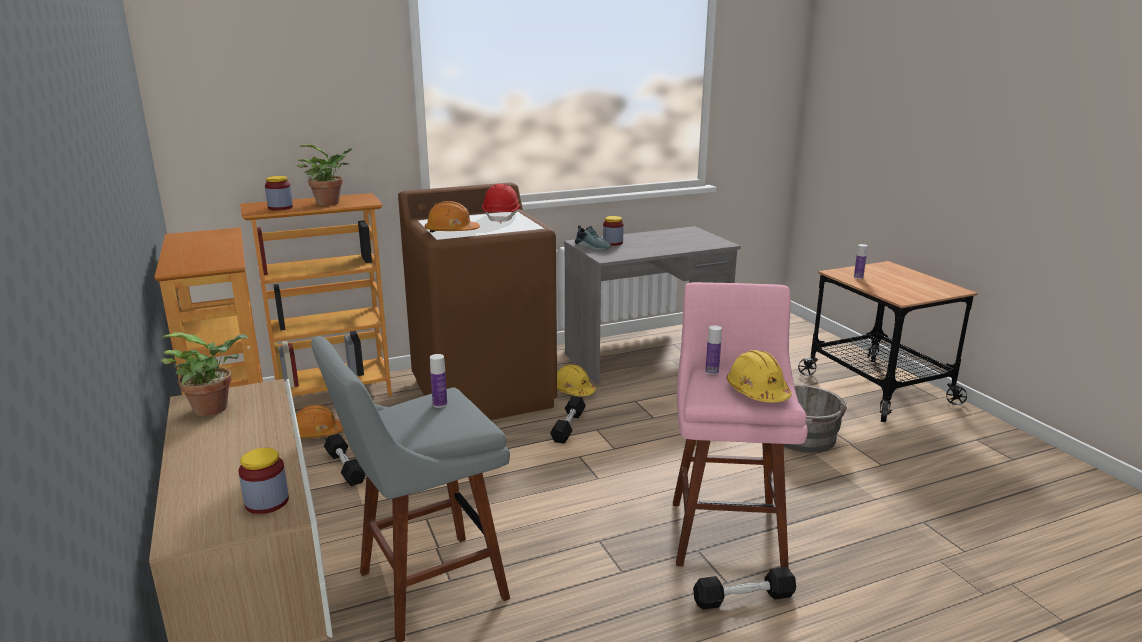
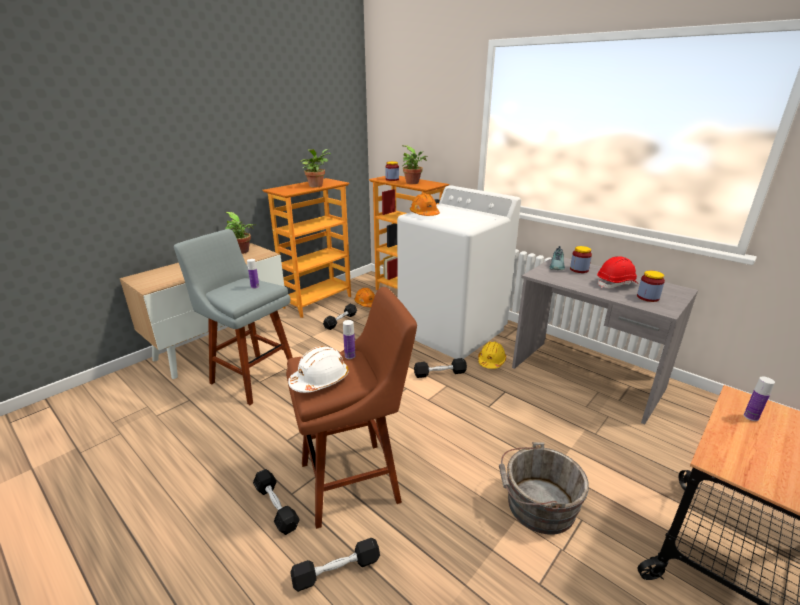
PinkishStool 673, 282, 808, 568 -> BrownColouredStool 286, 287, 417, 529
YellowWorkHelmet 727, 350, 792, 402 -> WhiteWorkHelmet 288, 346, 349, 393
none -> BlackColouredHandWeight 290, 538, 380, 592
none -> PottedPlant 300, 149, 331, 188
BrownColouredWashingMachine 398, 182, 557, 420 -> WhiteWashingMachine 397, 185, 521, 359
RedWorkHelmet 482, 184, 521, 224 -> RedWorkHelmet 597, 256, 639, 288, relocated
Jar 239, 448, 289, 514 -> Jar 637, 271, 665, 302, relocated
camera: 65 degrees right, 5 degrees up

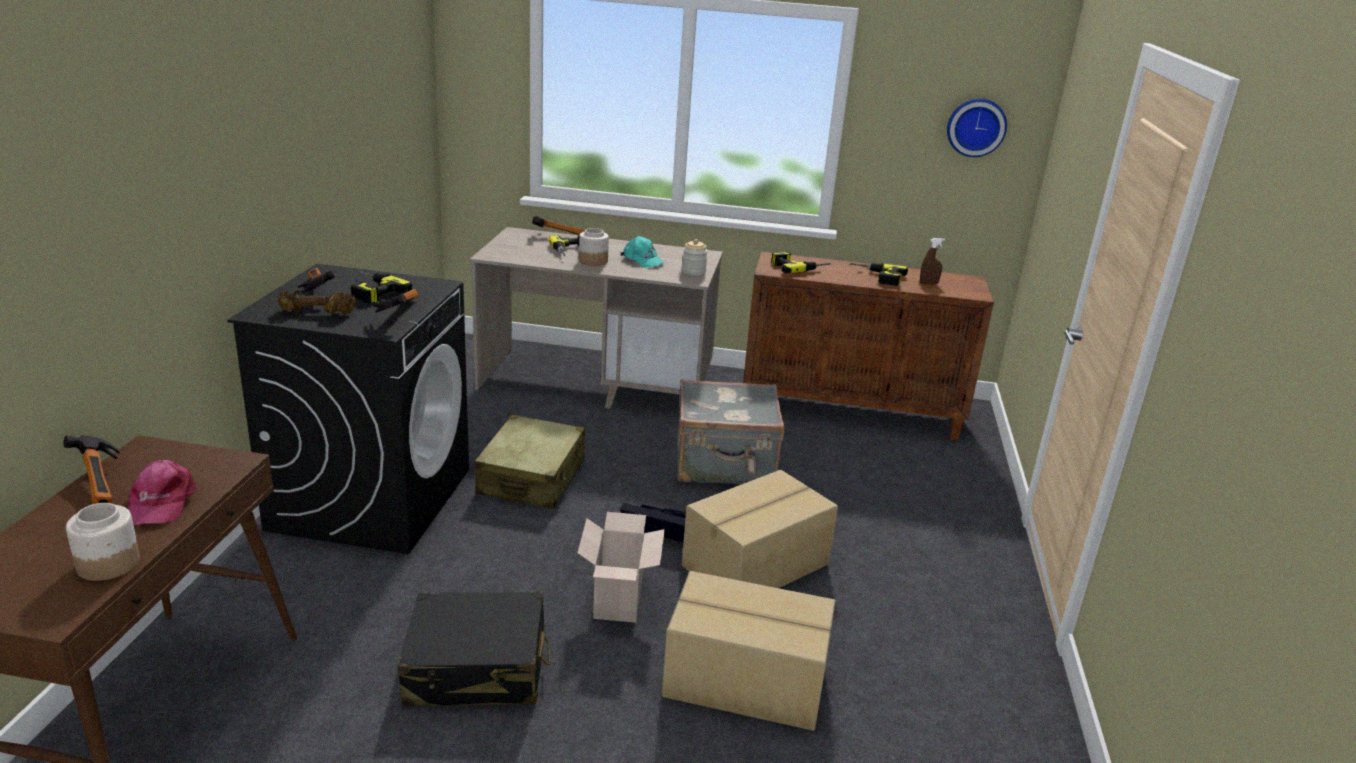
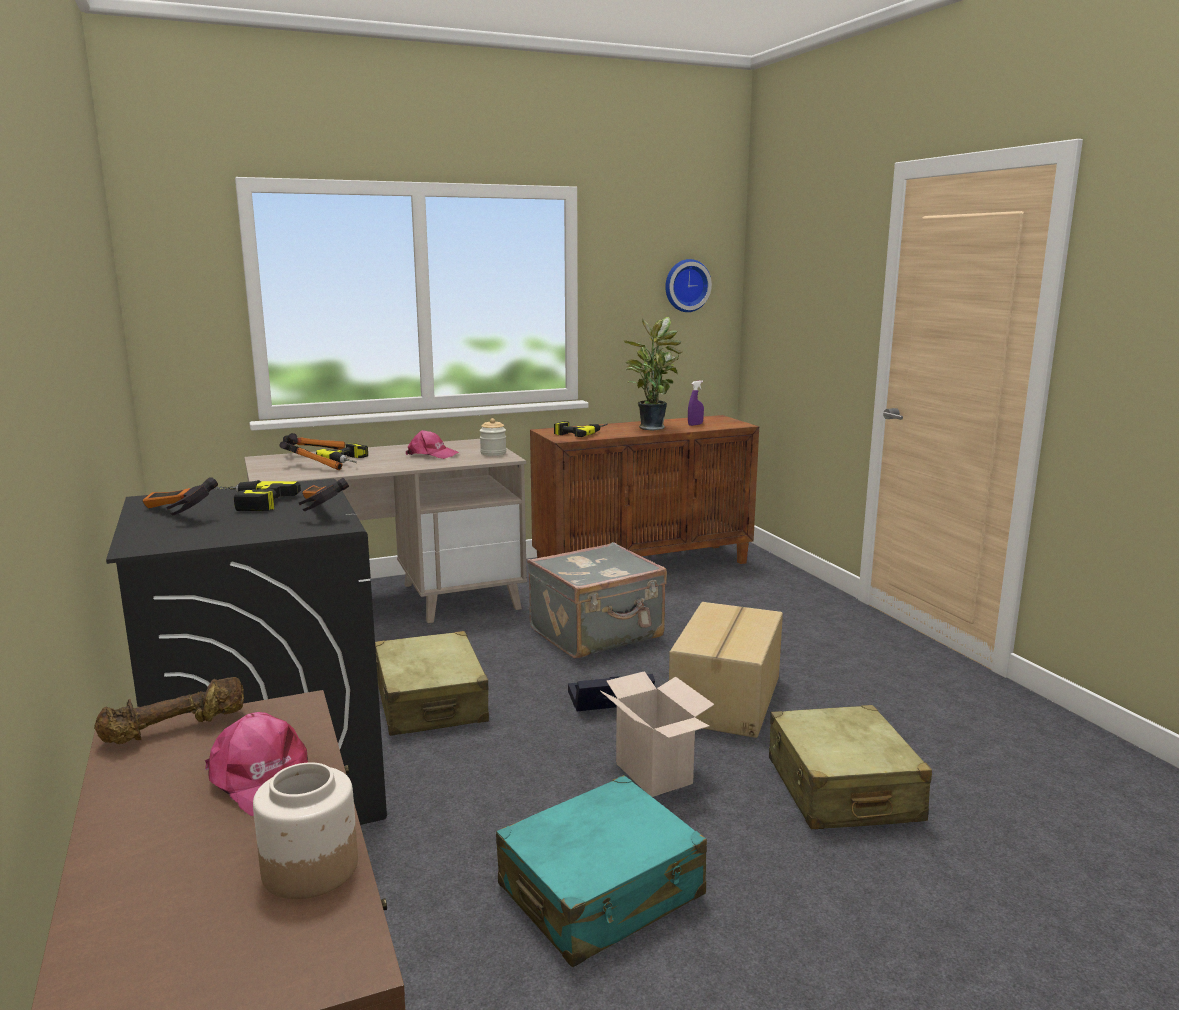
BrownColouredHandWeight 278, 290, 356, 314 -> BrownColouredHandWeight 94, 677, 244, 744, relocated
ToolHammer 63, 435, 120, 504 -> ToolHammer 279, 441, 343, 470, relocated
TurquoiseColouredCap 621, 236, 665, 268 -> PinkishCap 406, 430, 459, 459
BlackColouredSuitcase 398, 591, 550, 706 -> TurquoiseColouredSuitcase 496, 775, 707, 967
PowerDrill 850, 263, 908, 286 -> PottedPlant 624, 317, 682, 431
BrownColouredSprayBottle 920, 238, 945, 284 -> PurplishSprayBottle 688, 381, 704, 426
PackingBox 662, 571, 836, 731 -> BeigeColouredSuitcase 769, 705, 932, 829
Jar 579, 228, 609, 266 -> none
camera: 30 degrees left, 10 degrees down

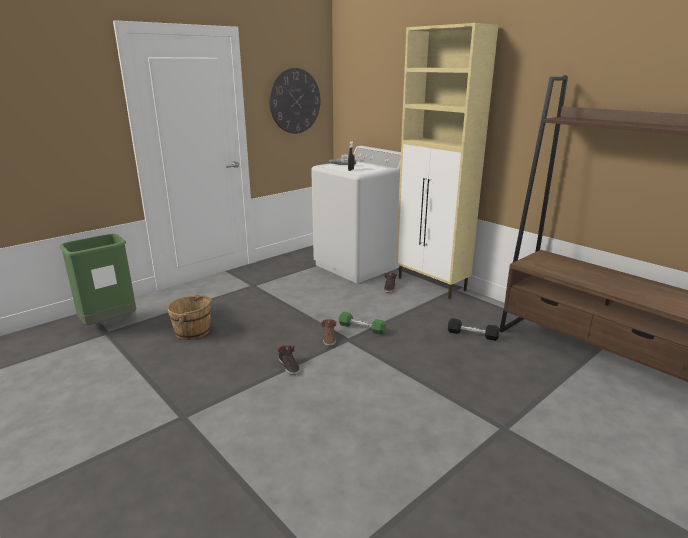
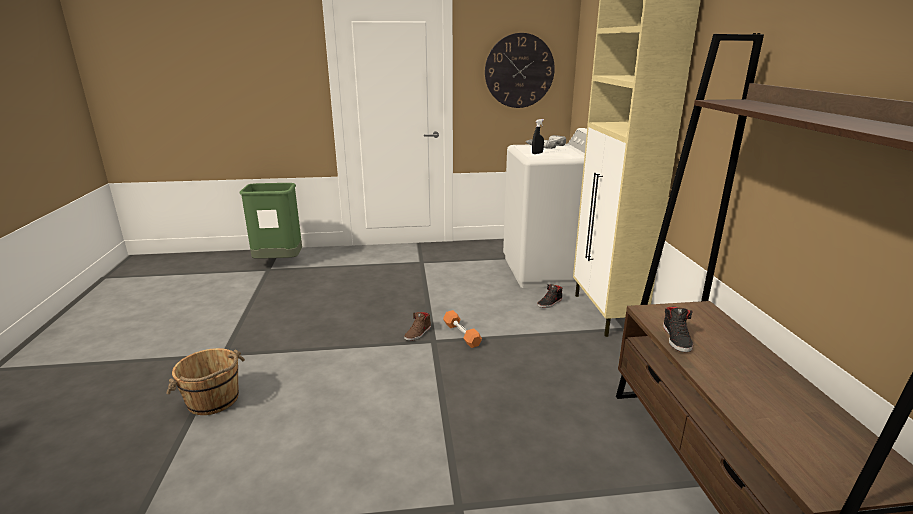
BrownColouredWaterBucket 167, 295, 213, 340 -> BrownColouredWaterBucket 166, 348, 245, 415, relocated
GreenColouredHandWeight 339, 311, 386, 335 -> OrangeHandWeight 443, 310, 482, 348
BlackColouredShoe 278, 345, 300, 375 -> BlackColouredShoe 663, 307, 693, 352, relocated
BlackColouredHandWeight 448, 318, 500, 341 -> none
camera: 35 degrees right, 0 degrees up

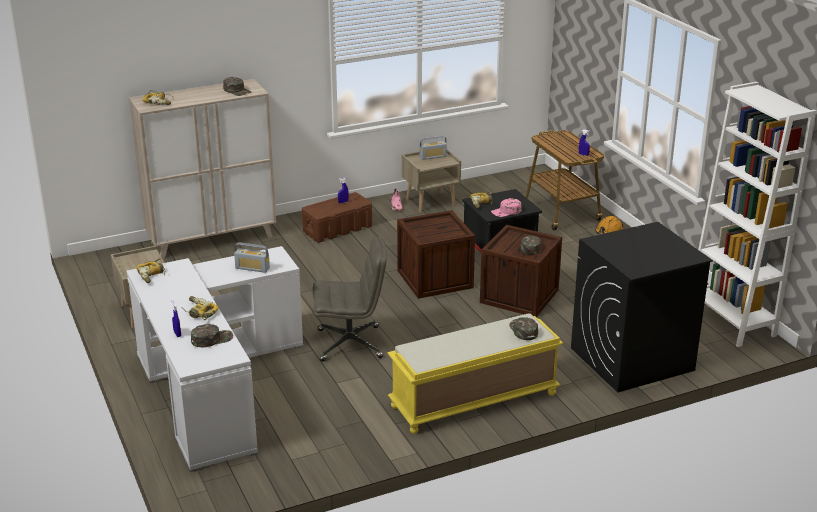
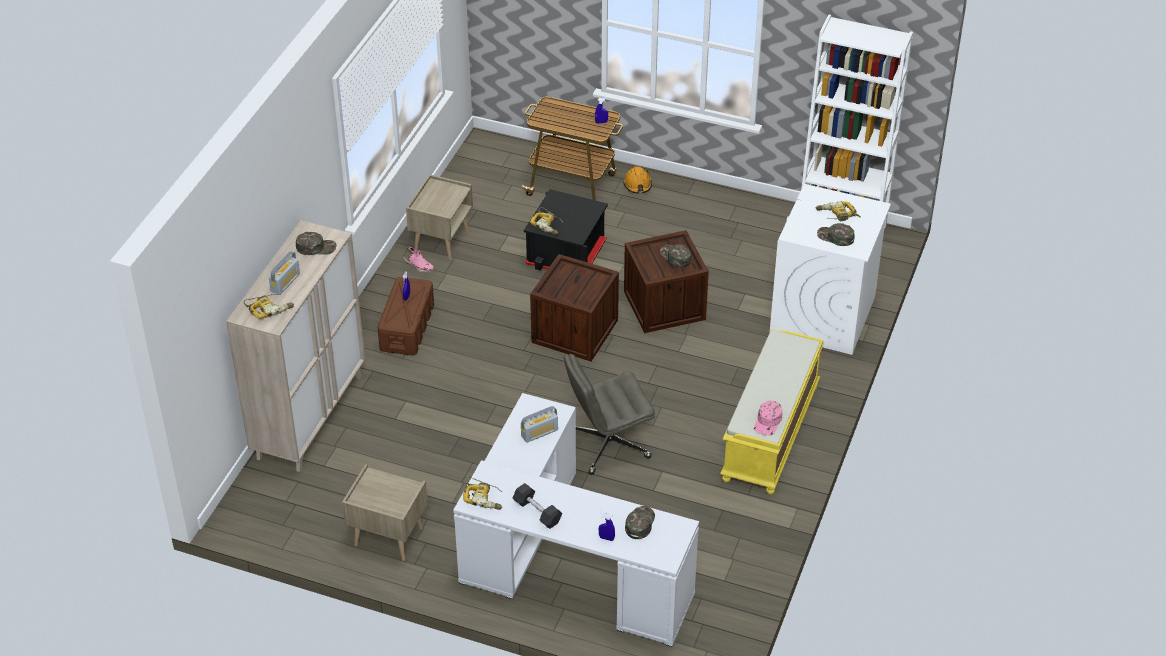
RadioReceiver 420, 136, 447, 160 -> RadioReceiver 269, 251, 300, 294, relocated
none -> GrayHandWeight 512, 483, 562, 529
GrayOfficeChair 312, 237, 387, 362 -> GrayOfficeChair 564, 354, 655, 475, 150 degrees counterclockwise
PinkishCap 491, 198, 522, 217 -> PinkishCap 754, 401, 782, 436, relocated
BlackColouredWashingMachine 571, 222, 713, 392 -> WhiteWashingMachine 770, 184, 891, 355
PowerDrill 181, 296, 219, 320 -> PowerDrill 816, 201, 861, 222, relocated
GreenColouredCap 509, 317, 538, 340 -> GreenColouredCap 817, 223, 854, 246, relocated
camera: 45 degrees left, 15 degrees up

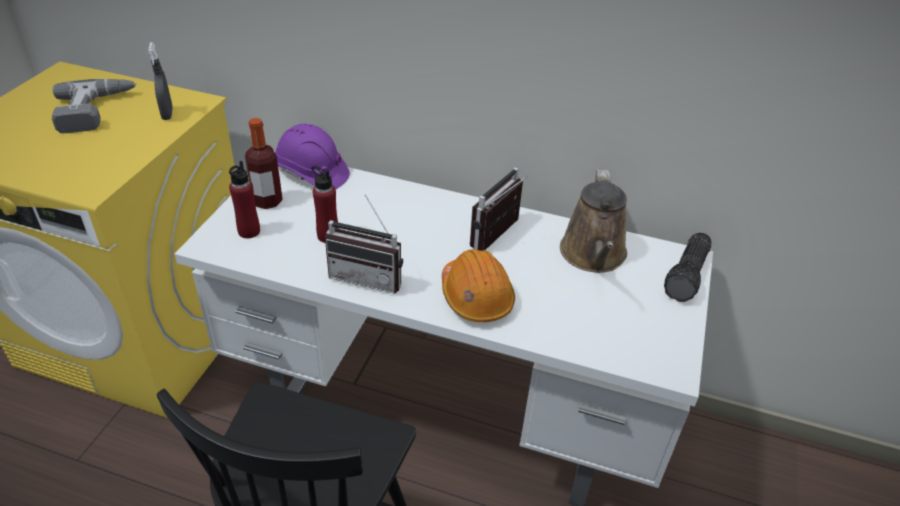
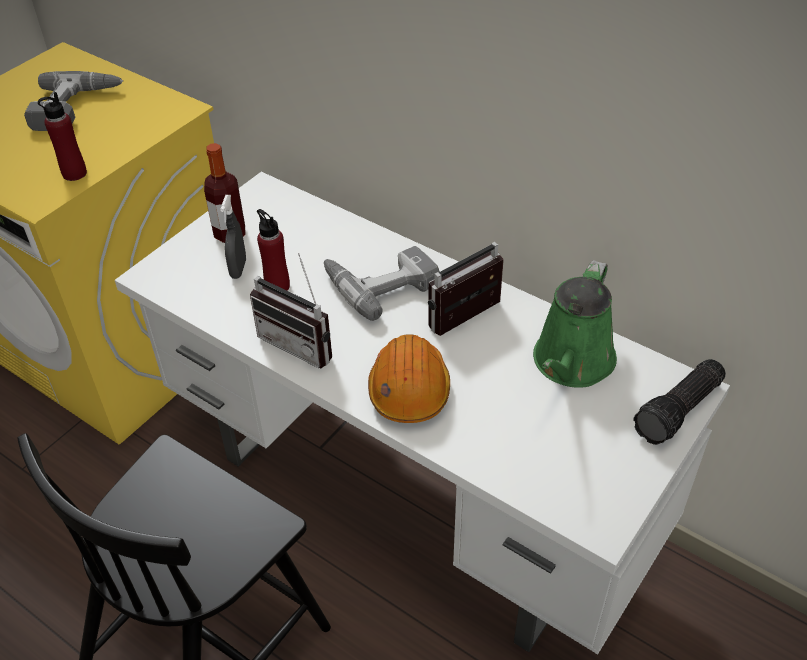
RedBottle 229, 161, 260, 238 -> RedBottle 38, 92, 87, 181, relocated
GraySprayBottle 148, 42, 173, 120 -> GraySprayBottle 220, 195, 246, 279, relocated
none -> PowerDrill 324, 246, 440, 321
BrownColouredSprinklingCan 560, 170, 627, 273 -> GreenColouredSprinklingCan 533, 260, 617, 388
PurplishWorkHelmet 275, 124, 350, 189 -> none
camera: 20 degrees right, 5 degrees up

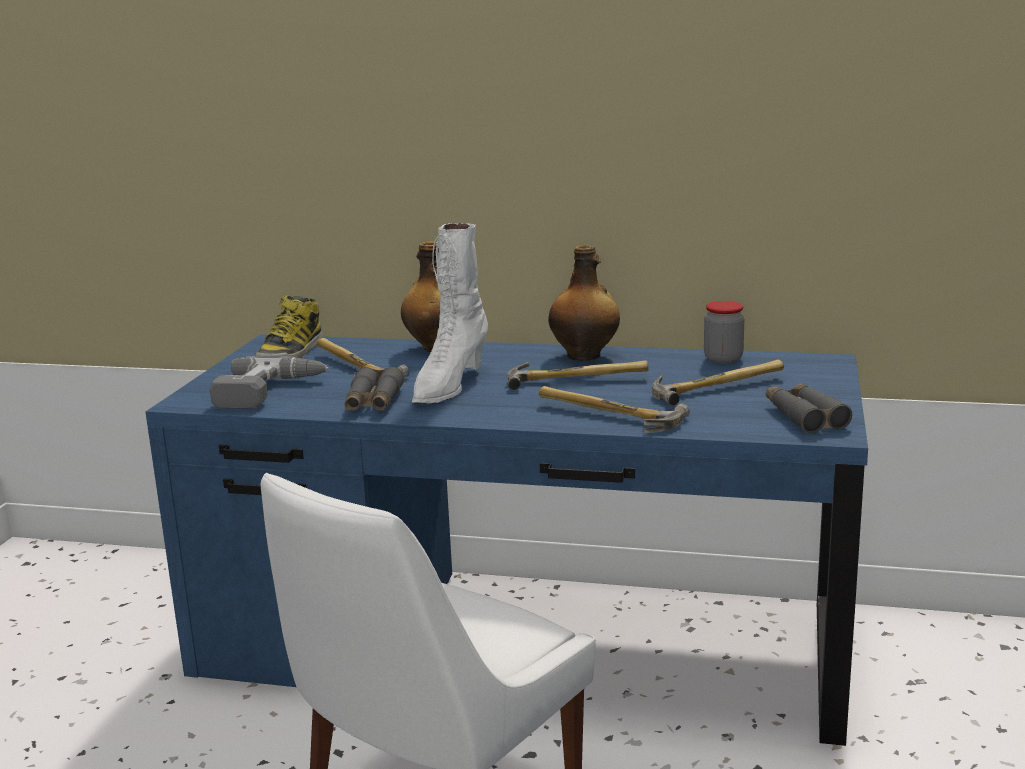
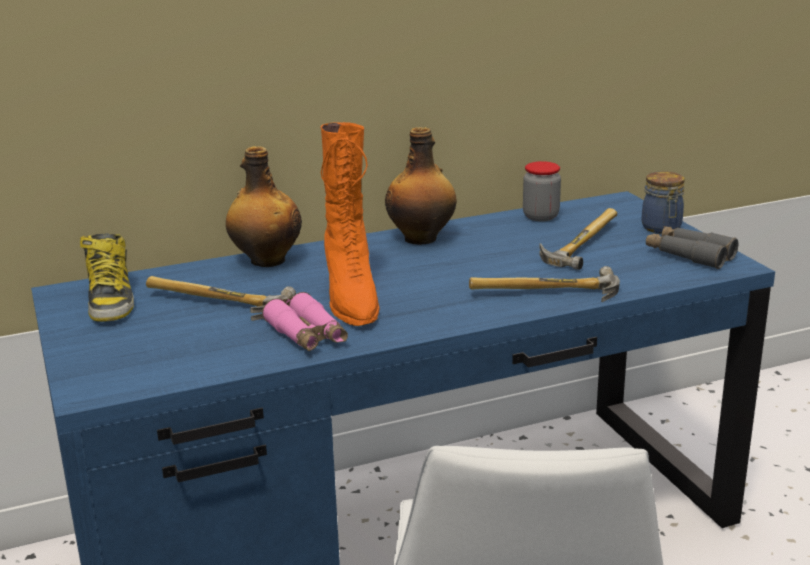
GrayBinoculars 345, 367, 404, 411 -> PinkishBinoculars 262, 292, 348, 352
WhiteHighTopBoot 412, 223, 488, 404 -> OrangeHighTopBoot 321, 122, 379, 326
none -> Jar 642, 171, 685, 234
PowerDrill 209, 356, 329, 409 -> none
ToolHammer 507, 360, 649, 390 -> none
camera: 35 degrees left, 5 degrees up

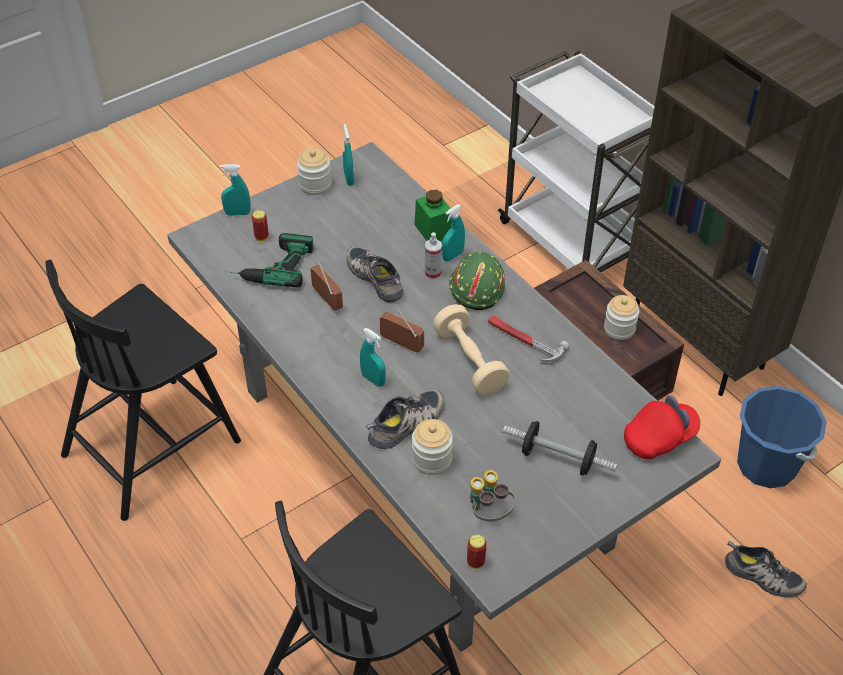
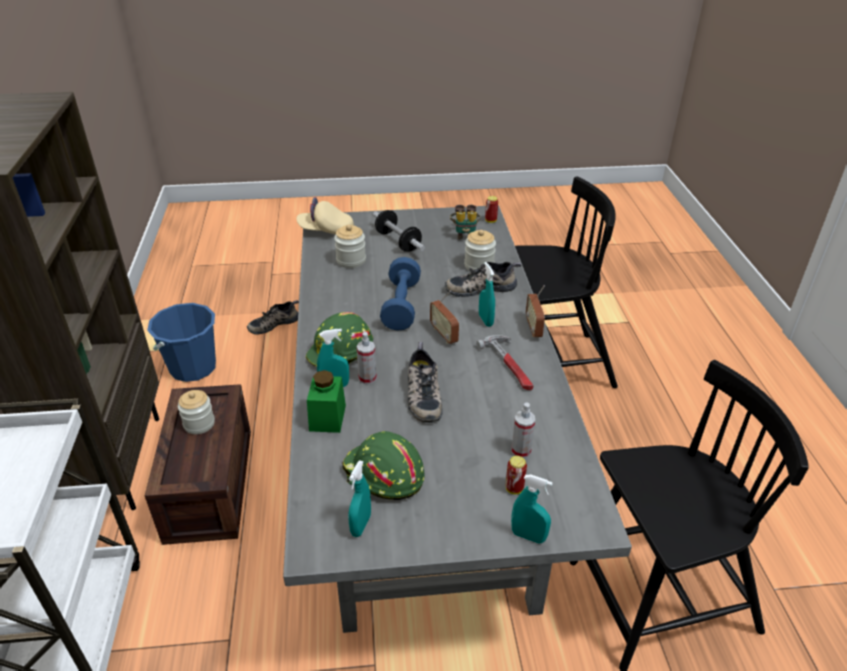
Shoe 725, 541, 807, 598 -> Shoe 247, 300, 299, 335, 90 degrees counterclockwise
RedCap 624, 395, 700, 459 -> BeigeColouredCap 296, 197, 354, 234
Jar 297, 148, 331, 195 -> Jar 334, 225, 366, 268, relocated
none -> GreenColouredWorkHelmet 342, 431, 425, 500
BeigeColouredHandWeight 433, 304, 510, 395 -> BluishHandWeight 380, 257, 421, 331
ToolHammer 488, 316, 569, 365 -> ToolHammer 476, 335, 533, 390, relocated
PowerDrill 225, 233, 314, 288 -> SprayBottle 511, 402, 535, 458
RadioReceiver 310, 262, 343, 311 -> RadioReceiver 526, 285, 545, 337, relocated
camera: 150 degrees left, 10 degrees down

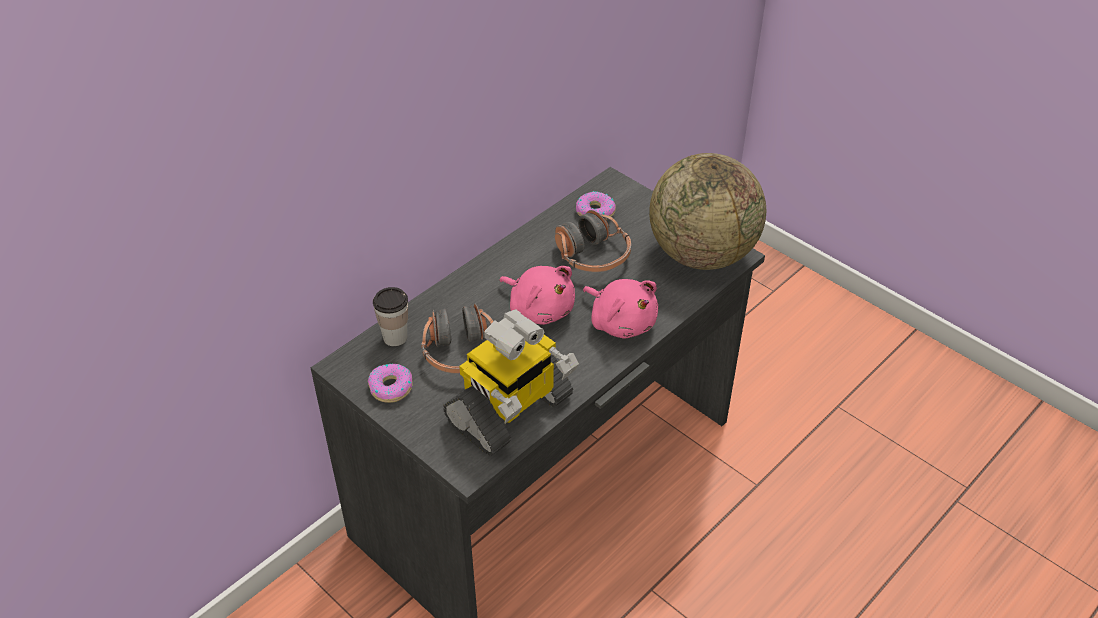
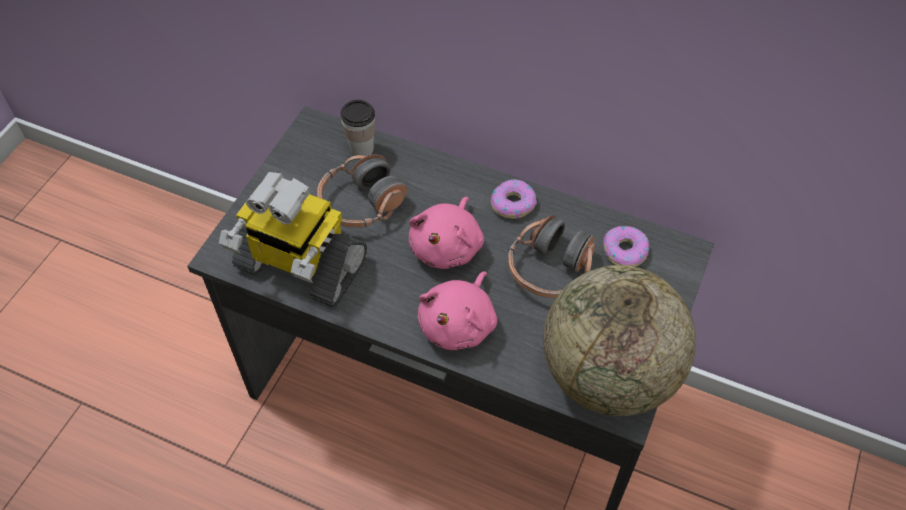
Doughnut 368, 364, 413, 403 -> Doughnut 491, 179, 537, 219, relocated
camera: 70 degrees right, 10 degrees up

